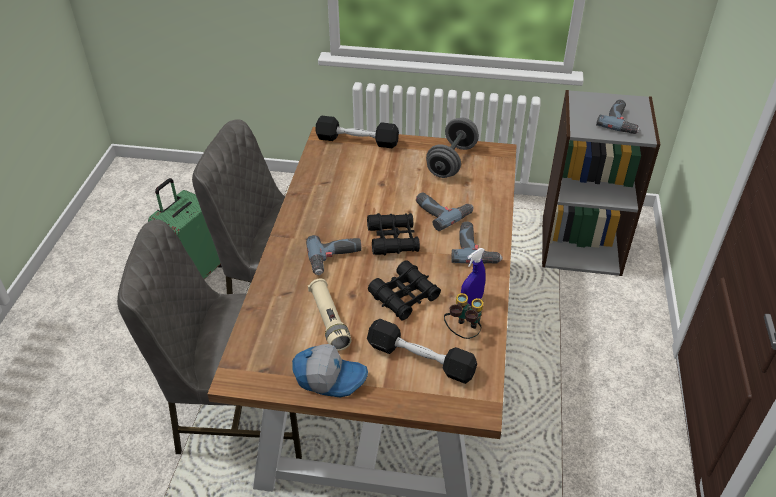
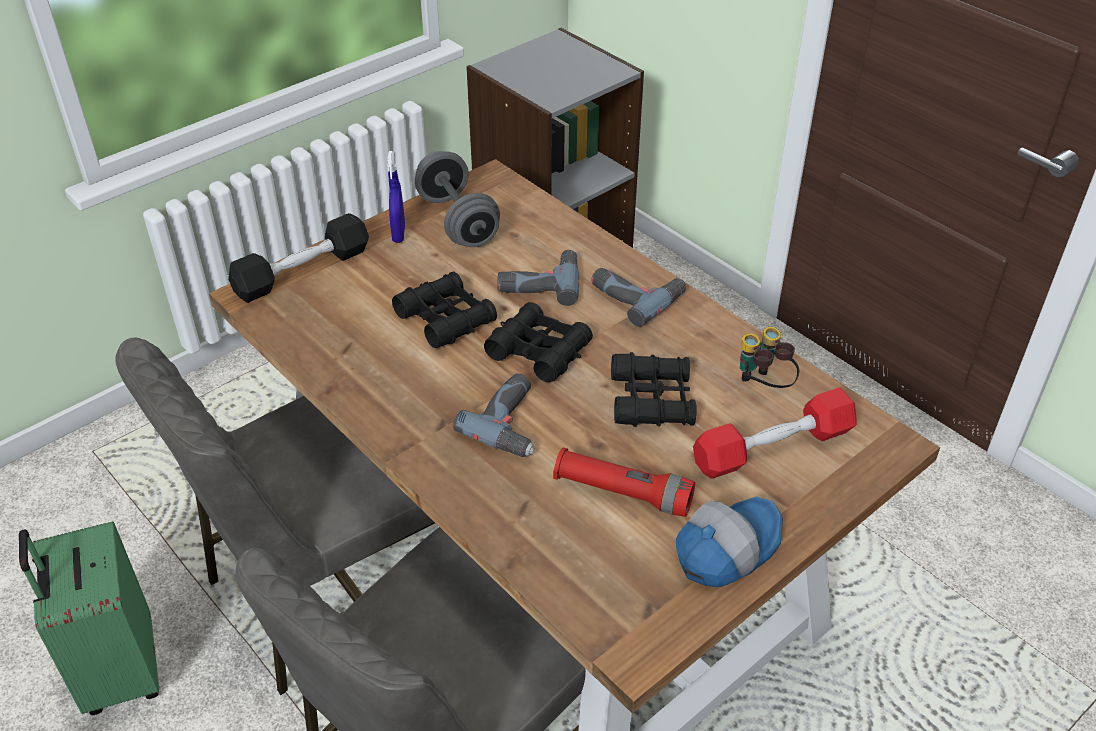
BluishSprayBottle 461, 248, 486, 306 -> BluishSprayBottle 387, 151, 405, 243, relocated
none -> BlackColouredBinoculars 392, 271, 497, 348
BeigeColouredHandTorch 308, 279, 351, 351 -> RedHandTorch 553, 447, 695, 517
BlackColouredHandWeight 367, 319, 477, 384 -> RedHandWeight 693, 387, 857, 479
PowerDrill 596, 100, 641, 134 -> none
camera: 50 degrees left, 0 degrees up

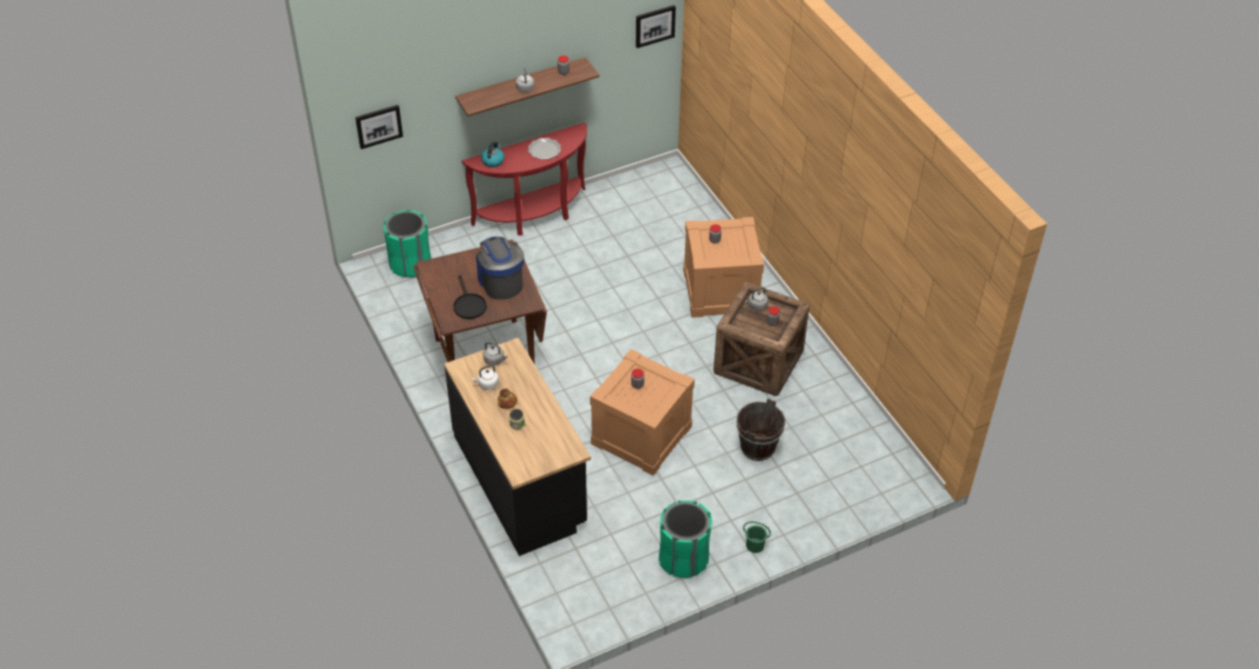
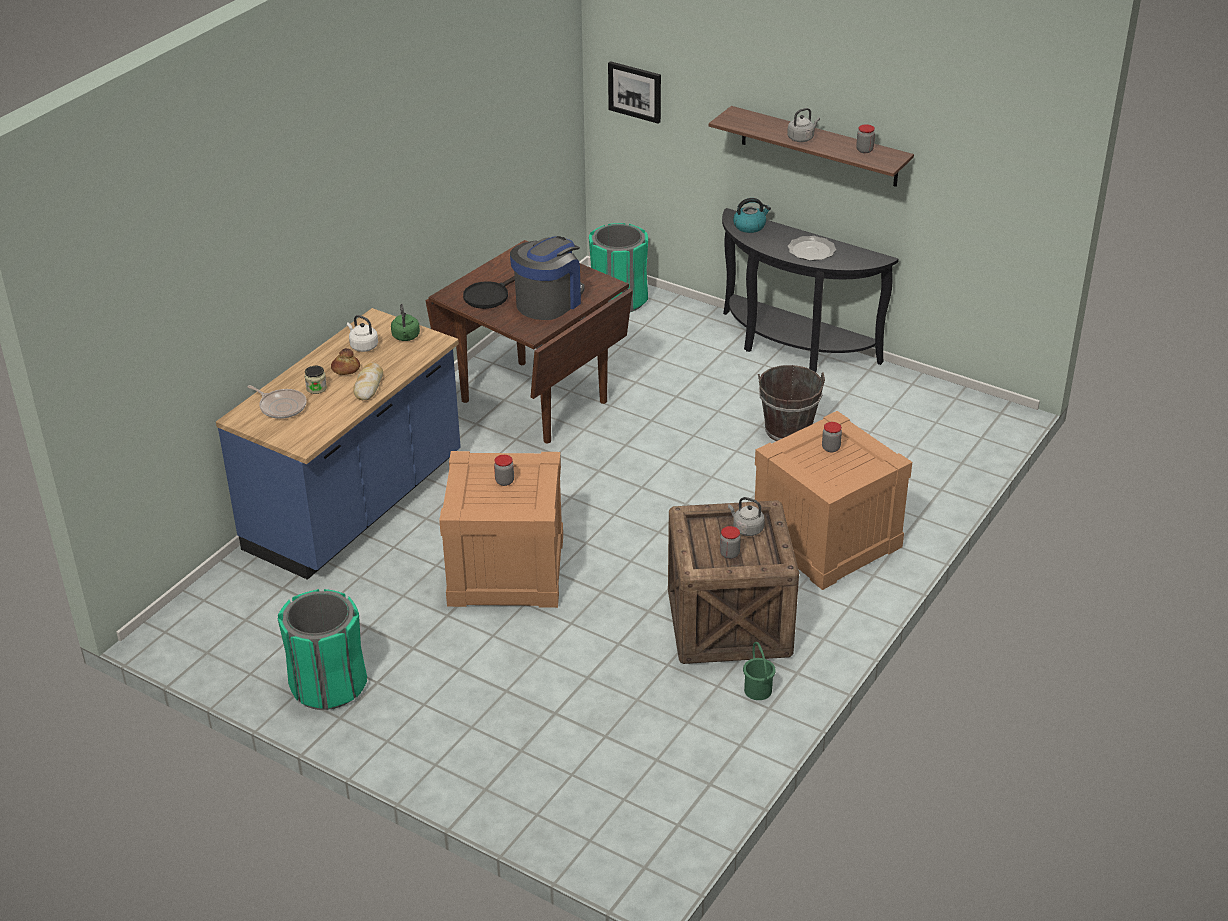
BlackColouredCounter 444, 338, 591, 556 -> BluishCounter 216, 308, 461, 580
none -> Skillet 247, 385, 307, 419
none -> BakedBread 353, 363, 383, 400
GrayWaterKettle 483, 342, 508, 366 -> GreenColouredWaterKettle 391, 304, 420, 341
RedNarrowTable 462, 122, 587, 236 -> BlackColouredNarrowTable 722, 208, 899, 372
GreenColouredWaterBucket 743, 521, 771, 553 -> GreenColouredWaterBucket 743, 642, 776, 700, relocated
BrownColouredWaterBucket 737, 398, 785, 461 -> BrownColouredWaterBucket 758, 365, 825, 441, relocated
WallArt 636, 5, 676, 48 -> none
camera: 60 degrees right, 10 degrees down

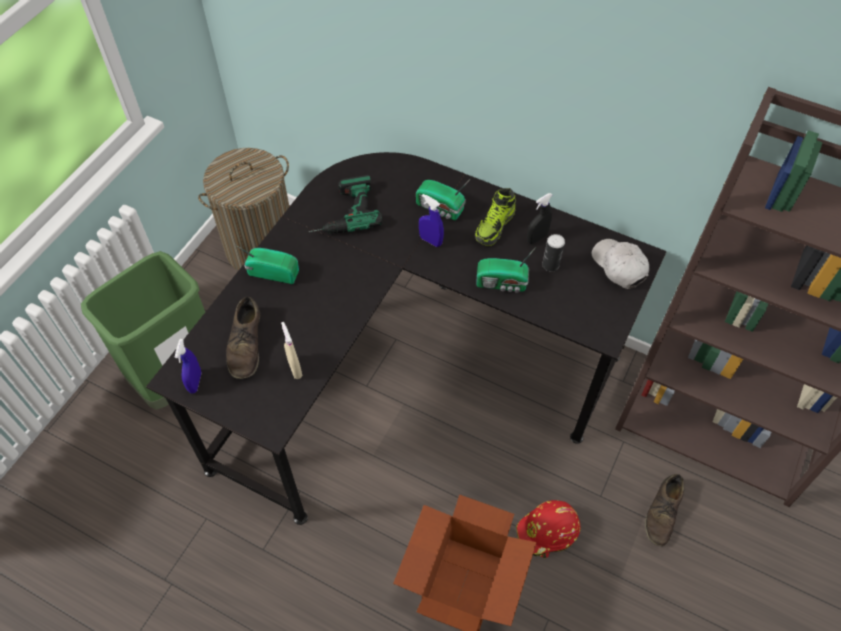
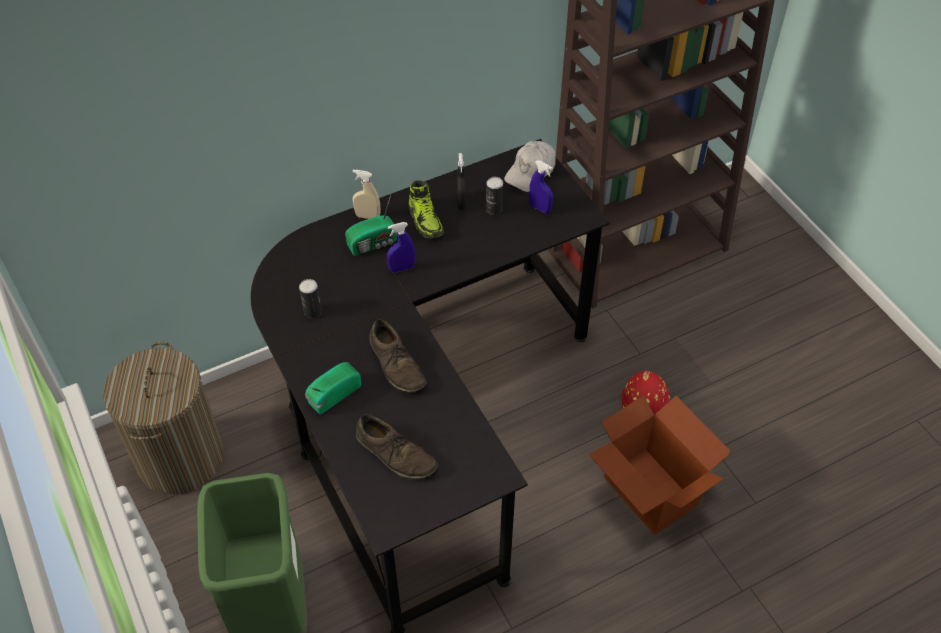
PowerDrill 309, 175, 382, 234 -> MetalCan 299, 279, 322, 318
BeigeColouredSprayBottle 281, 322, 303, 379 -> BeigeColouredSprayBottle 352, 170, 380, 219, relocated
BrownColouredShoe 645, 474, 685, 546 -> BrownColouredShoe 370, 319, 426, 392, relocated
WhiteCap 592, 239, 649, 289 -> WhiteCap 504, 141, 556, 192, 60 degrees counterclockwise
BluishSprayBottle 175, 339, 201, 394 -> BluishSprayBottle 529, 160, 553, 213, relocated
RadioReceiver 476, 247, 536, 293 -> none
camera: 55 degrees left, 5 degrees down

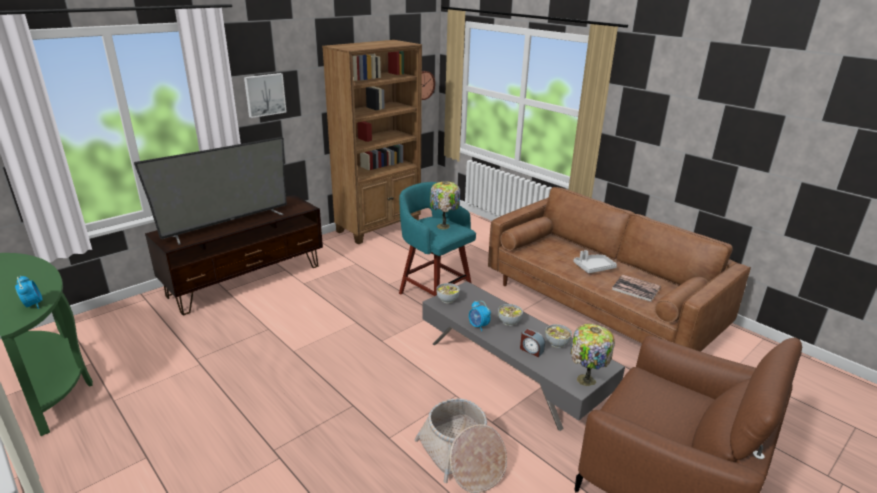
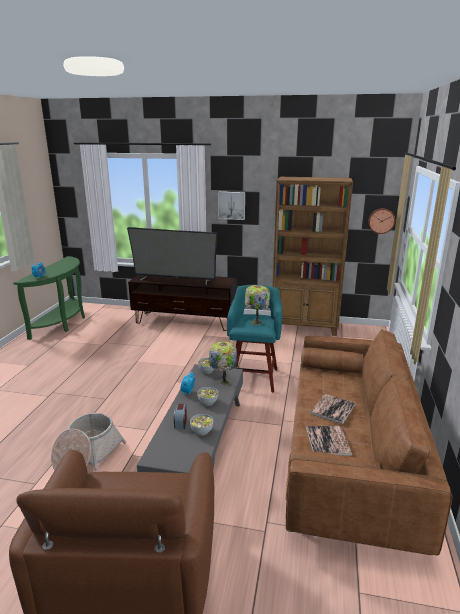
TabletopLamp 570, 324, 615, 386 -> TabletopLamp 209, 341, 237, 386, relocated
GrayCarryingTray 573, 250, 617, 273 -> BoundBook 310, 394, 355, 425
camera: 55 degrees right, 5 degrees down

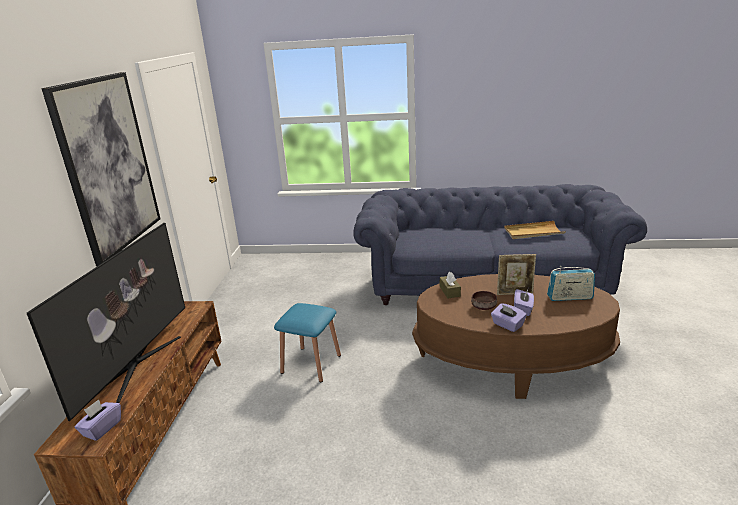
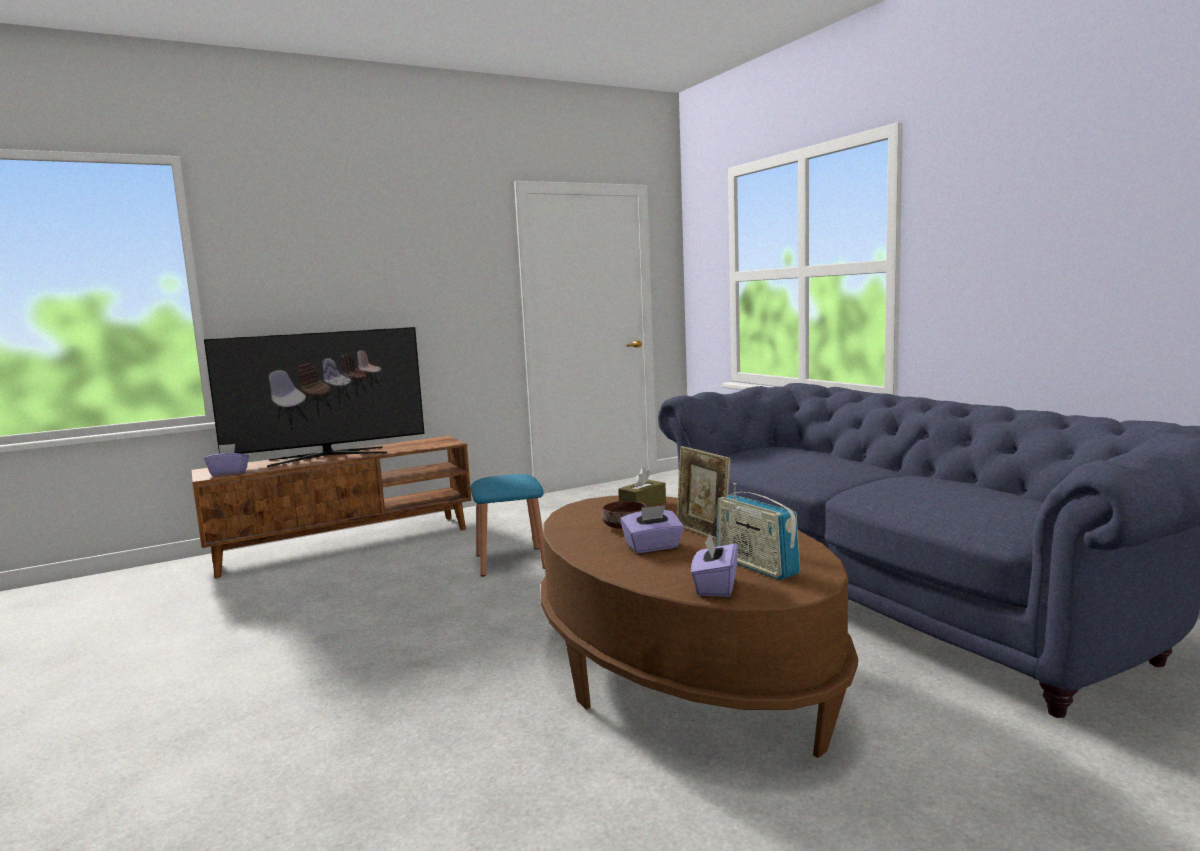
PurplishTissueBox 491, 303, 527, 332 -> PurplishTissueBox 691, 534, 738, 597, relocated
WallArt 41, 72, 161, 266 -> none
BeigeColouredCarryingTray 504, 221, 566, 239 -> none
camera: 55 degrees right, 15 degrees down

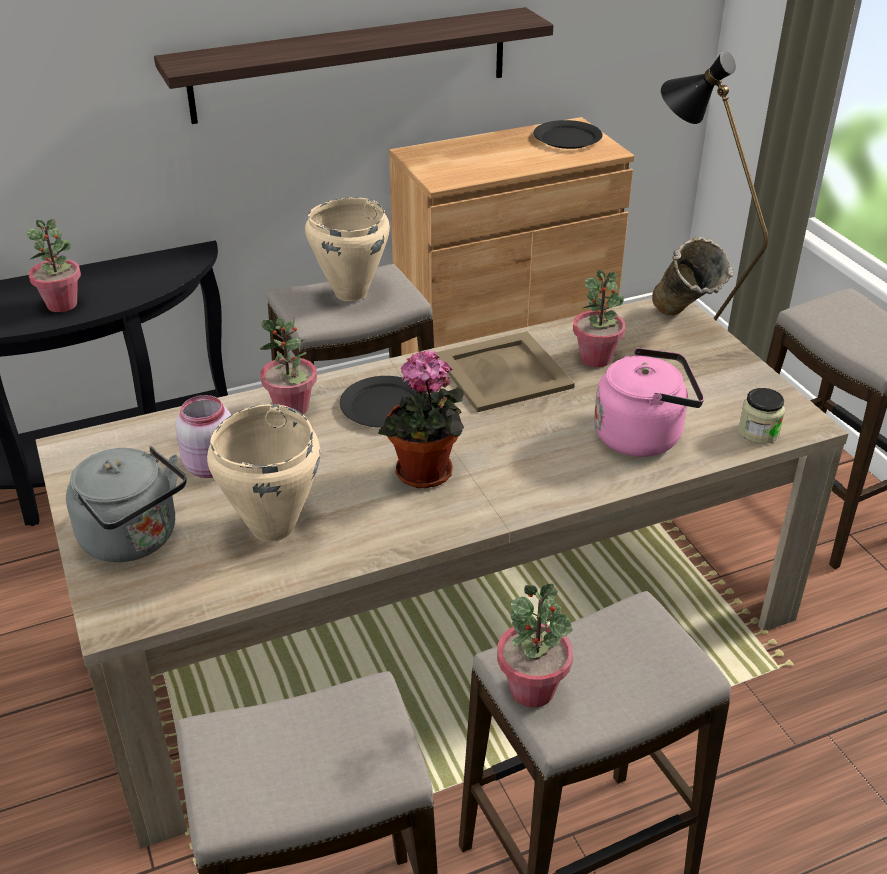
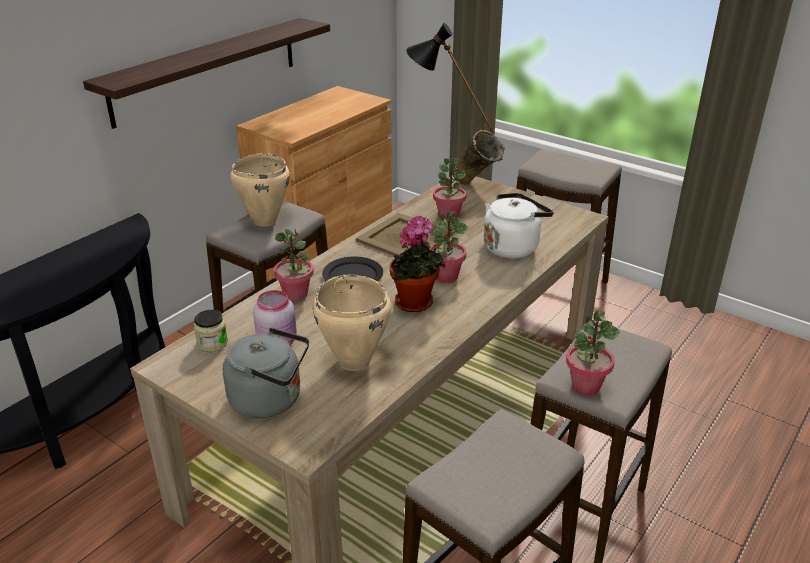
Jar 738, 388, 785, 444 -> Jar 194, 310, 228, 352, relocated
PottedPlant 27, 219, 81, 312 -> PottedPlant 430, 211, 468, 283, relocated
PinkishWaterKettle 594, 348, 704, 457 -> WhiteWaterKettle 484, 193, 554, 259
BlackColouredDinnerPlate 533, 120, 603, 149 -> none
camera: 30 degrees left, 5 degrees down

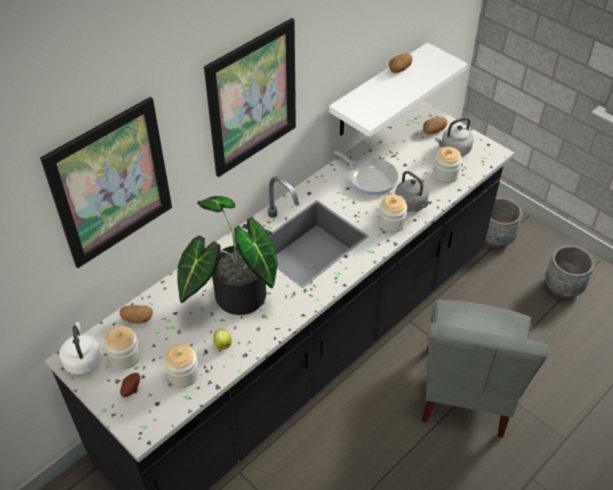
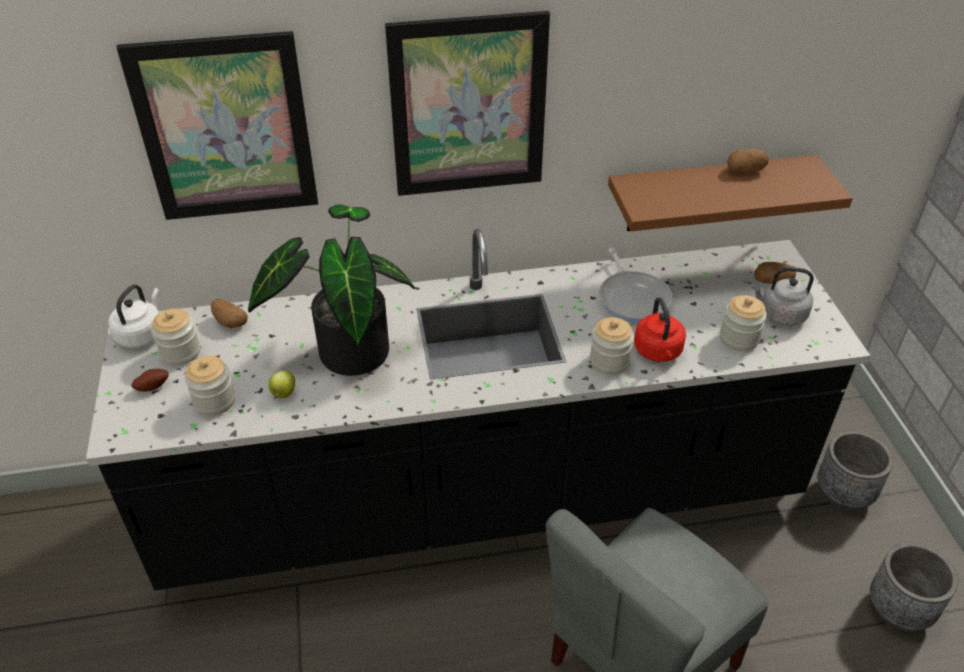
WhiteWallShelf 329, 42, 468, 137 -> BrownColouredWallShelf 608, 155, 853, 231
GrayWaterKettle 395, 171, 432, 212 -> RedWaterKettle 634, 297, 686, 362
camera: 35 degrees right, 5 degrees down

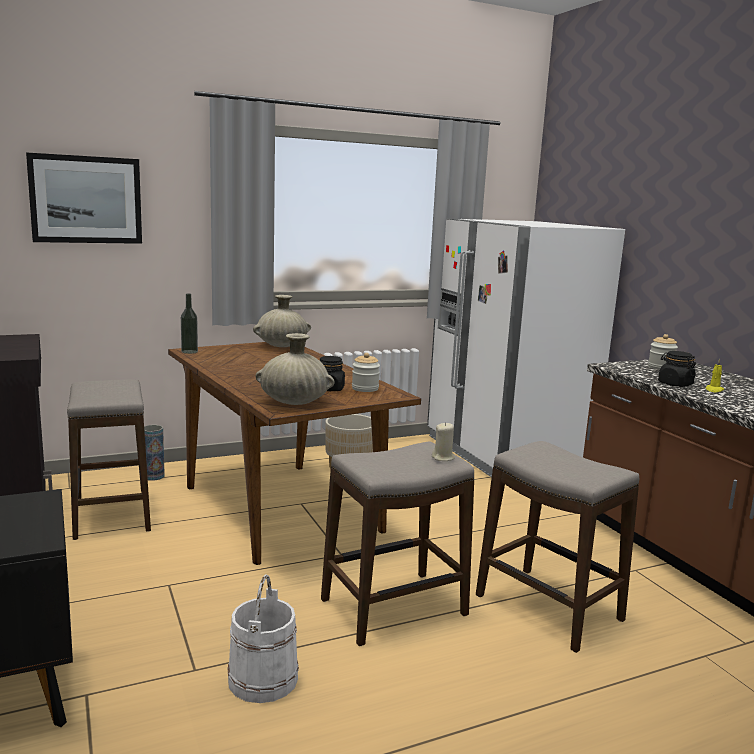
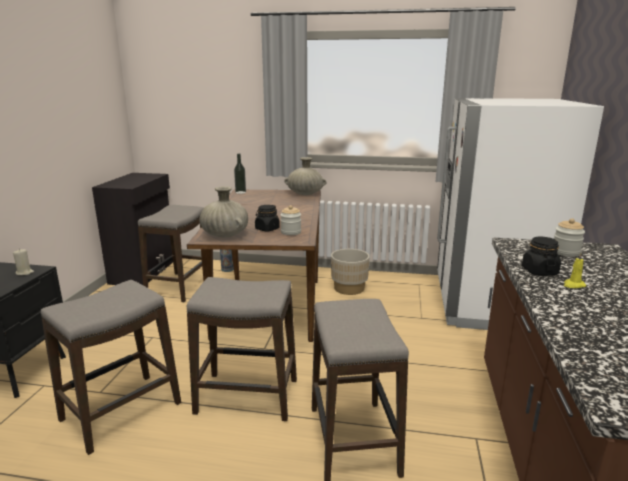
BeigeColouredWaxCandle 432, 422, 455, 461 -> BeigeColouredWaxCandle 13, 249, 34, 275, relocated
WhiteWaterBucket 228, 575, 299, 703 -> Stool 41, 280, 181, 455
WallArt 26, 153, 142, 244 -> none
camera: 35 degrees right, 5 degrees up

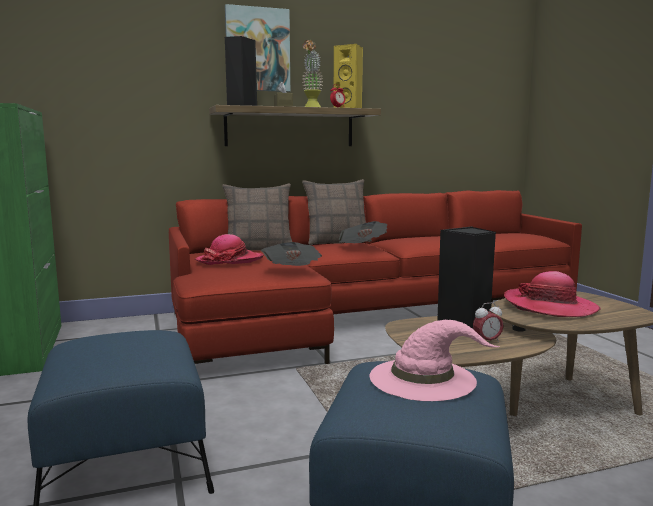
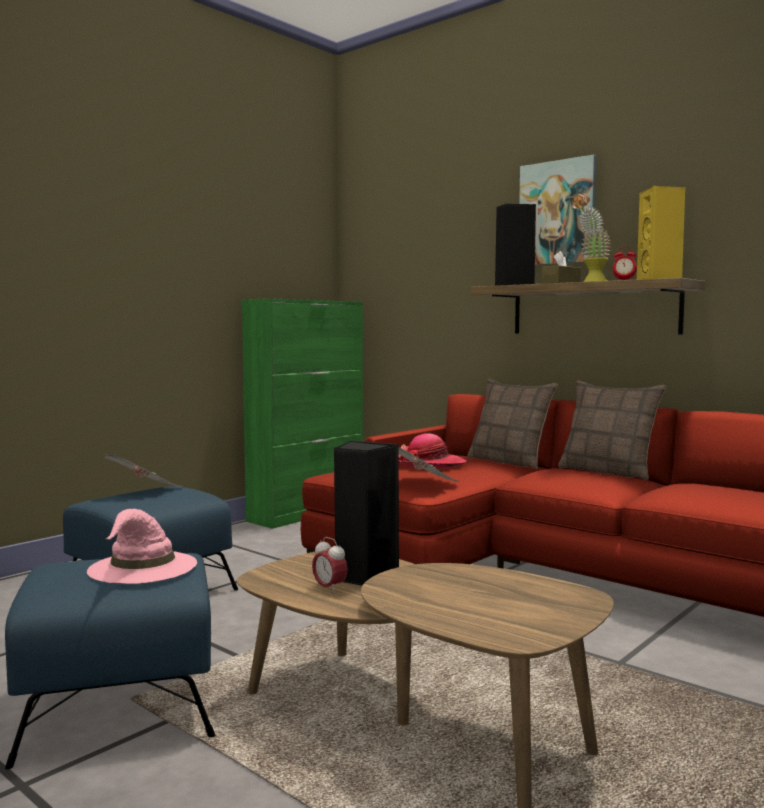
PrintedPaper 339, 221, 387, 243 -> PrintedPaper 104, 454, 183, 487, relocated
ClothingHat 504, 271, 601, 317 -> none
camera: 60 degrees right, 5 degrees down

